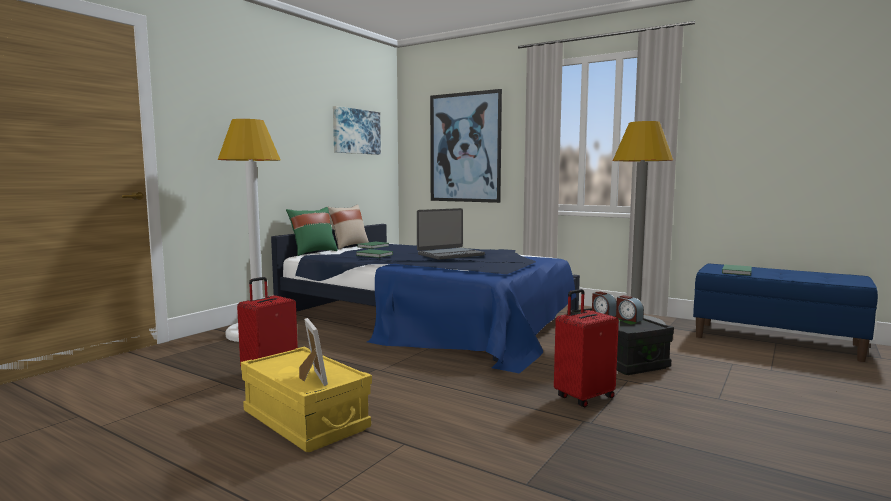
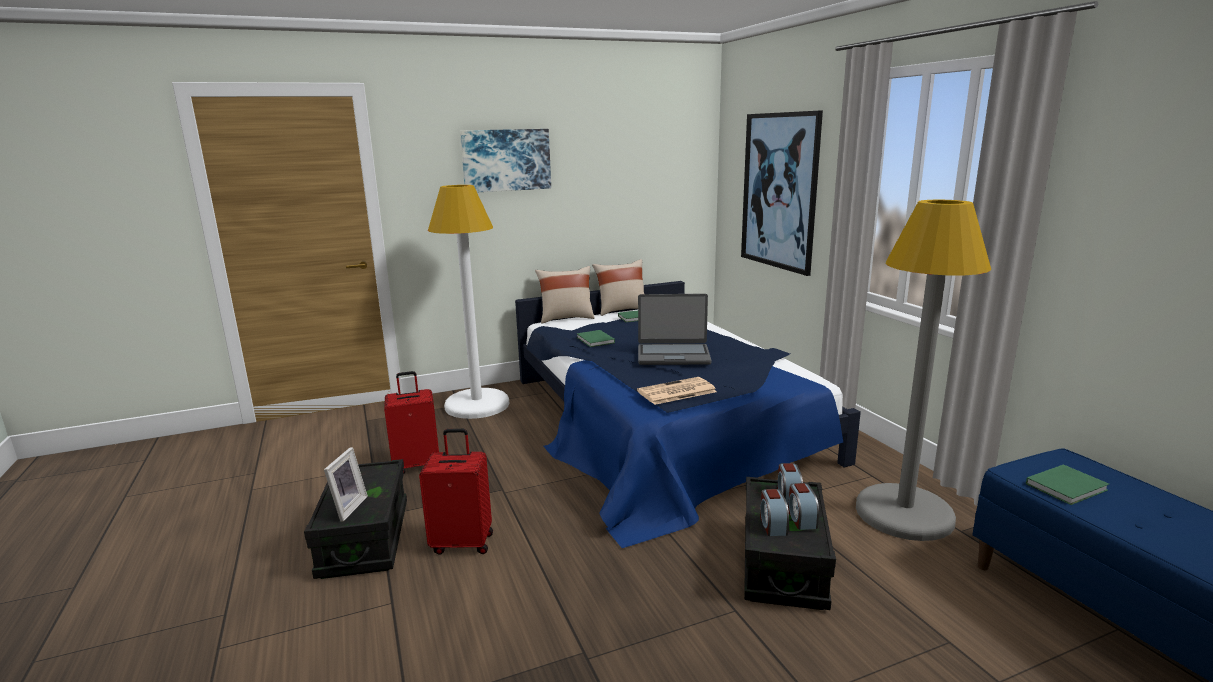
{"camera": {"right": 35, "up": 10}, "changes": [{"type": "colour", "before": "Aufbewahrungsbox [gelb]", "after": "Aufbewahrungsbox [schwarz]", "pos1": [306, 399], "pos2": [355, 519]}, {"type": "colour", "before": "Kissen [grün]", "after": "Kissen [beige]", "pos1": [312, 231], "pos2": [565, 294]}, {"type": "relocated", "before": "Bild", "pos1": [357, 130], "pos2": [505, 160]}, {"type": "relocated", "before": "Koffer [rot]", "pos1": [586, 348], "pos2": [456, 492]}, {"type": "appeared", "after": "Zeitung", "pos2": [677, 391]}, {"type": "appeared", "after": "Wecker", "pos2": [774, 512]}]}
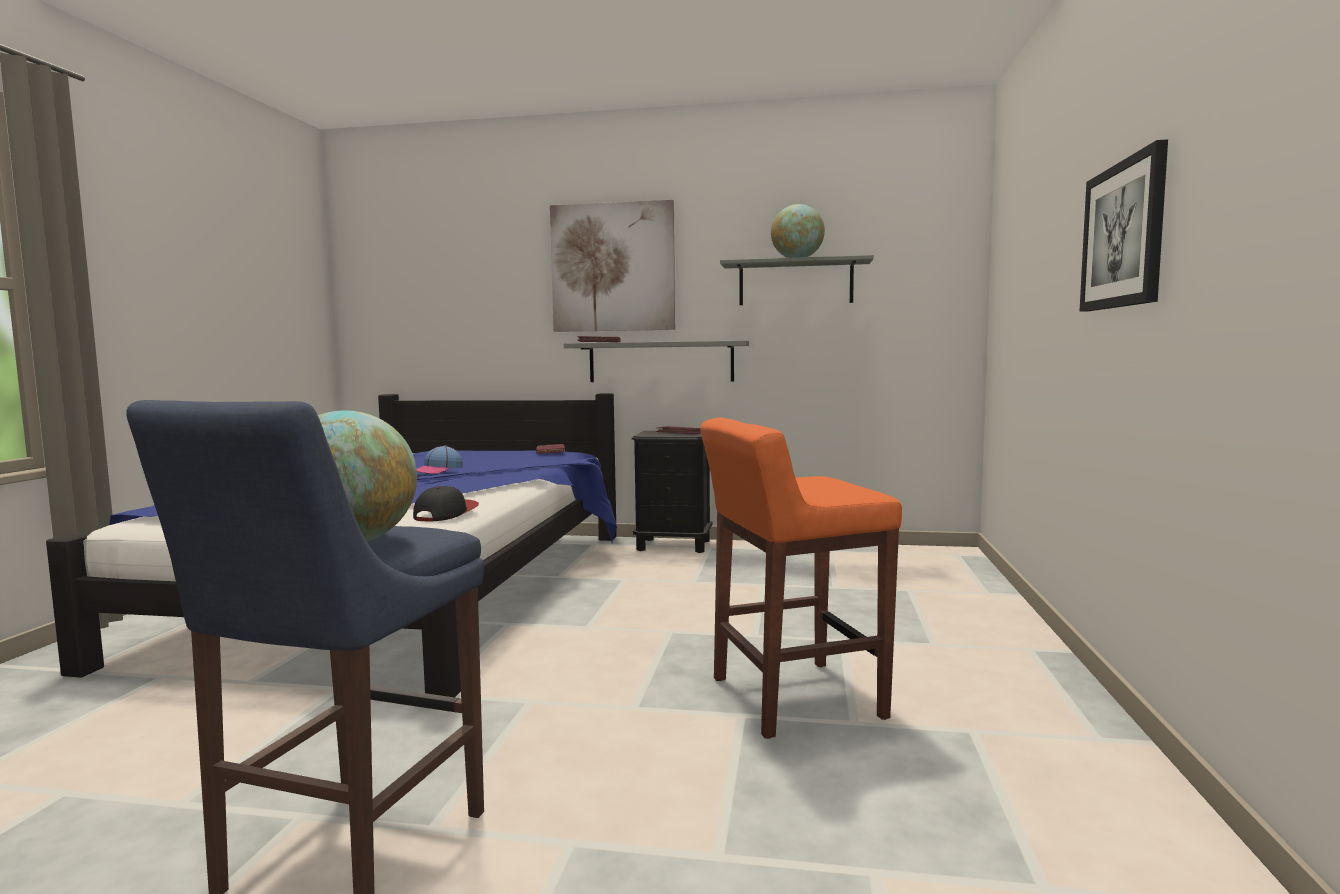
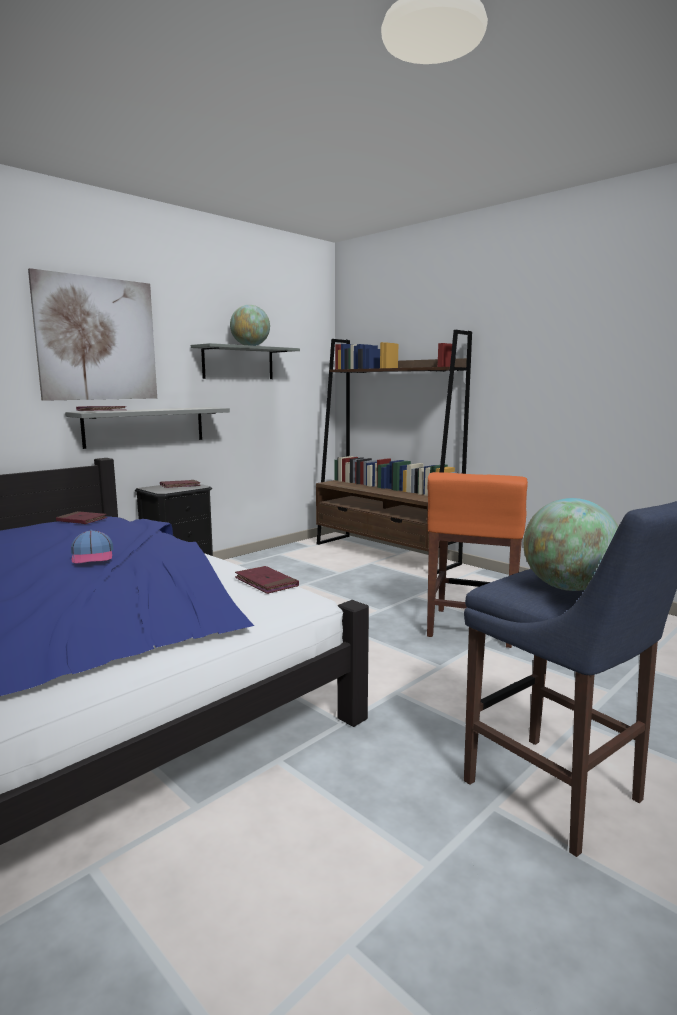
{"camera": {"right": -55, "up": 5}, "changes": [{"type": "exchanged", "before": "Kappe", "after": "Buch [rot]", "pos1": [446, 503], "pos2": [267, 580]}, {"type": "missing", "before": "Bild", "pos1": [1123, 225]}, {"type": "appeared", "after": "Bücherregal [braun]", "pos2": [394, 452]}]}
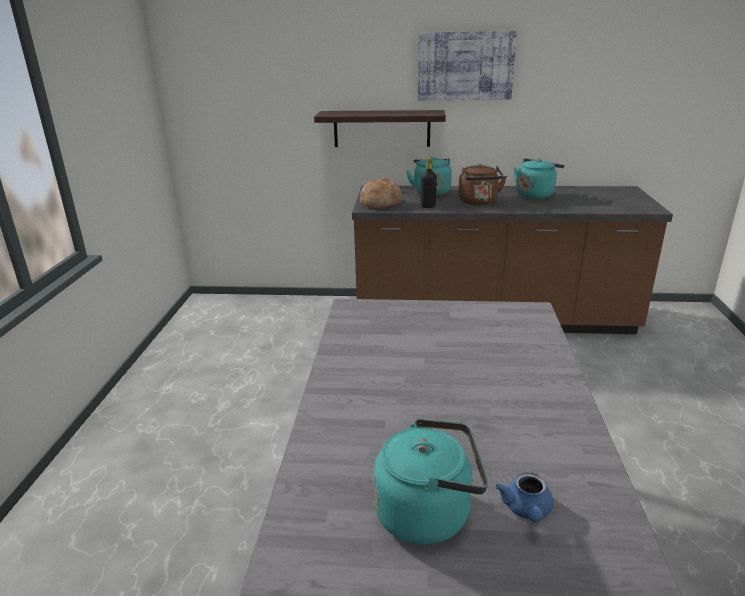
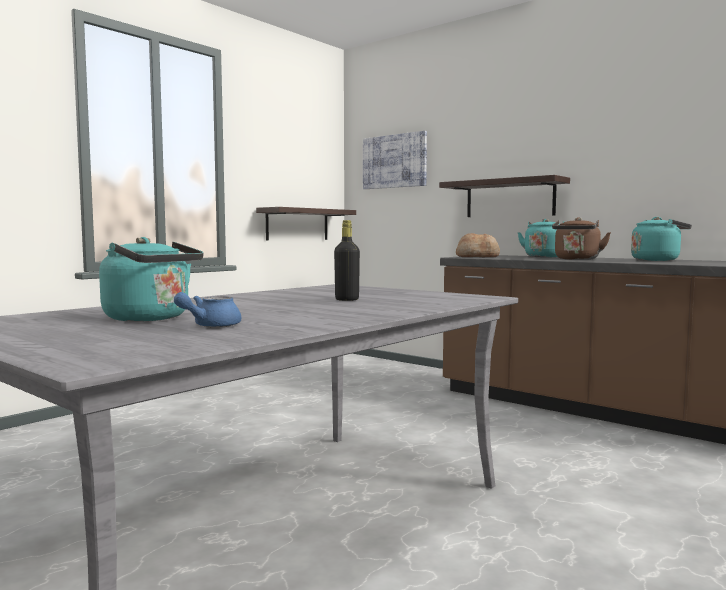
{"camera": {"right": 35, "up": -20}, "changes": [{"type": "relocated", "before": "Bild", "pos1": [467, 65], "pos2": [395, 160]}, {"type": "relocated", "before": "Flasche [schwarz]", "pos1": [429, 183], "pos2": [347, 260]}, {"type": "appeared", "after": "Wandregal", "pos2": [306, 224]}]}
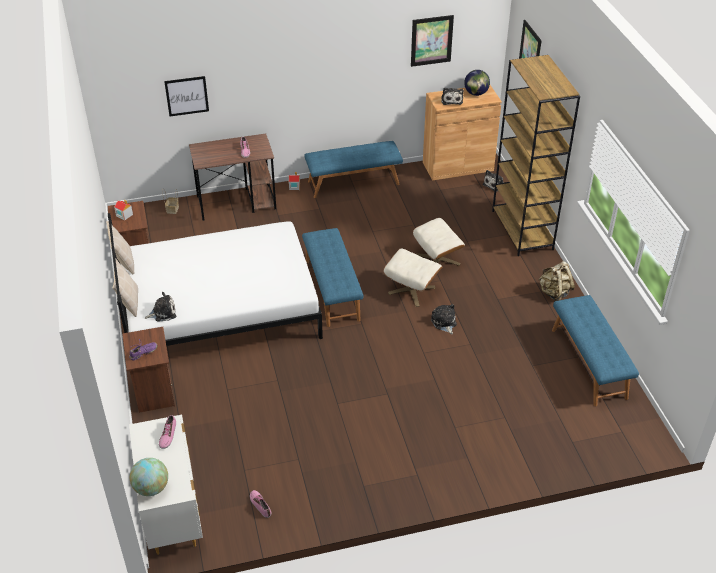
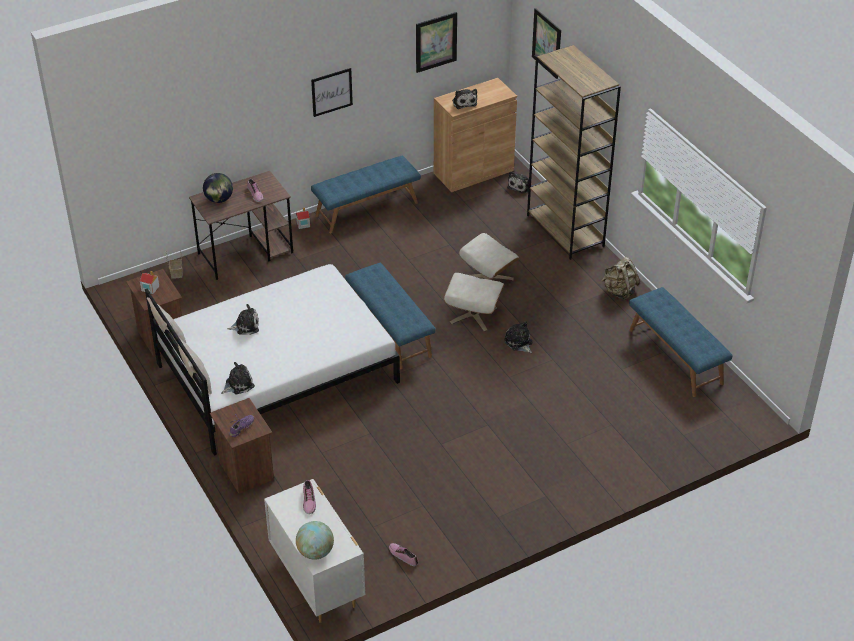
{"camera": {"right": -15, "up": 0}, "changes": [{"type": "relocated", "before": "Bild", "pos1": [186, 96], "pos2": [332, 92]}, {"type": "relocated", "before": "Globus", "pos1": [477, 83], "pos2": [218, 188]}, {"type": "appeared", "after": "Plüschtier", "pos2": [243, 319]}]}
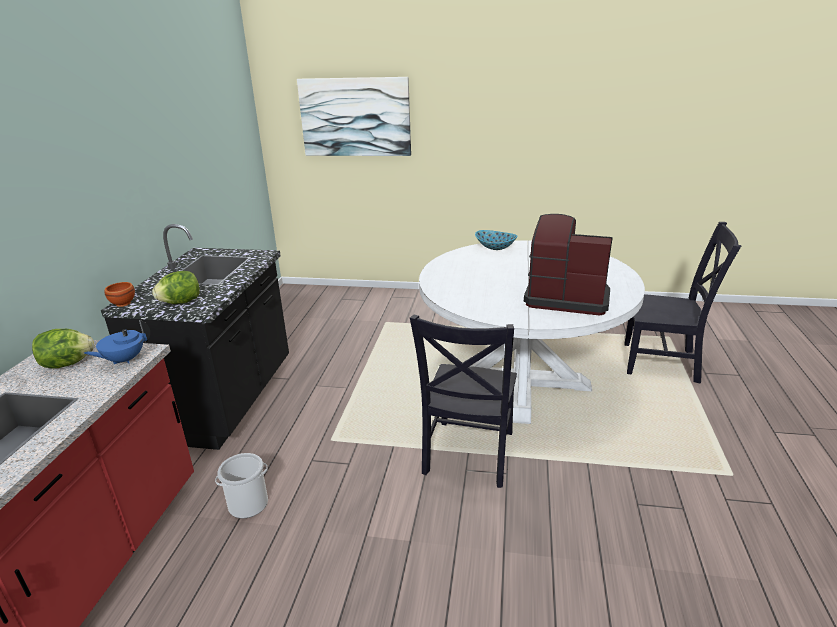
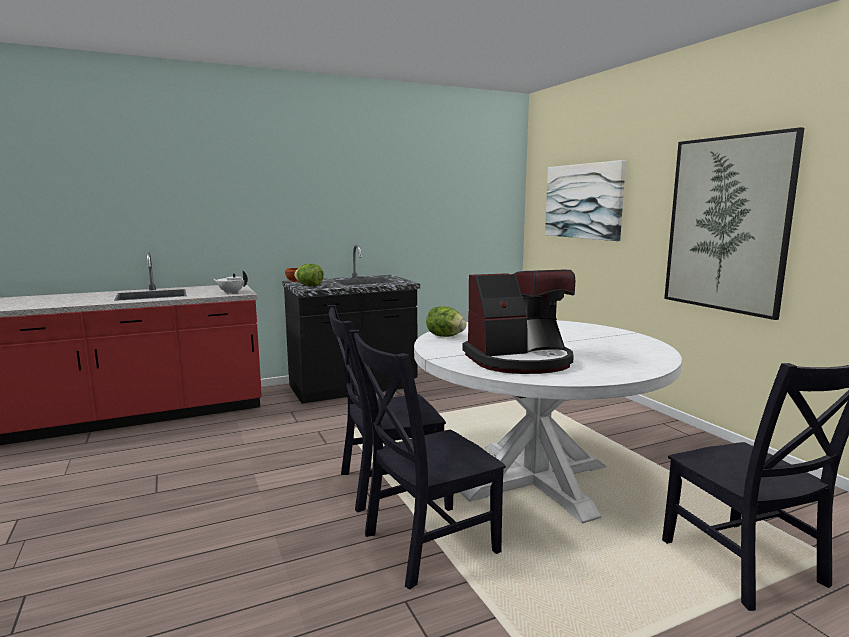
{"camera": {"right": 55, "up": -15}, "changes": [{"type": "relocated", "before": "Salatkopf", "pos1": [63, 348], "pos2": [446, 321]}, {"type": "colour", "before": "Teekanne [blau]", "after": "Teekanne [weiß]", "pos1": [117, 342], "pos2": [230, 282]}, {"type": "missing", "before": "Eimer", "pos1": [241, 485]}, {"type": "missing", "before": "Schüssel", "pos1": [496, 240]}, {"type": "spun", "before": "Kaffeemaschine", "pos1": [568, 265], "pos2": [518, 322], "turn": 90}, {"type": "appeared", "after": "Stuhl [schwarz]", "pos2": [427, 460]}, {"type": "appeared", "after": "Bild", "pos2": [734, 223]}]}
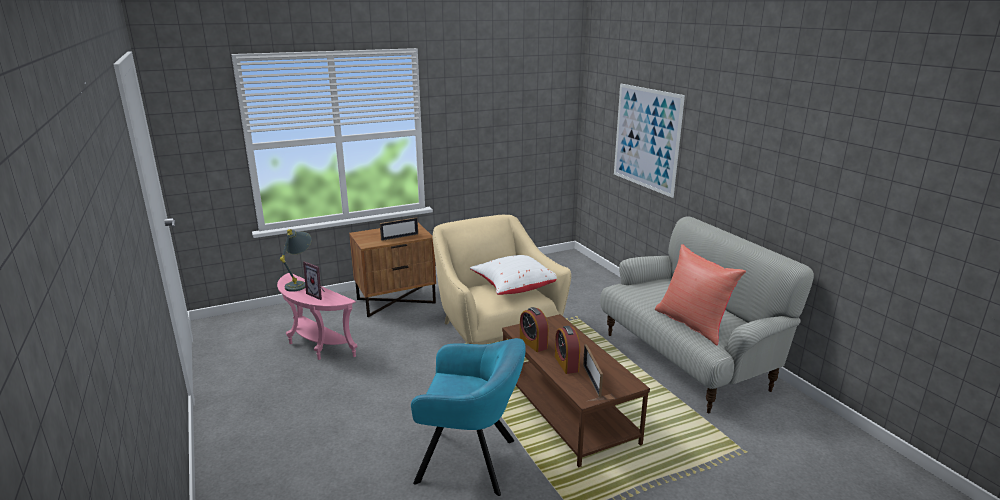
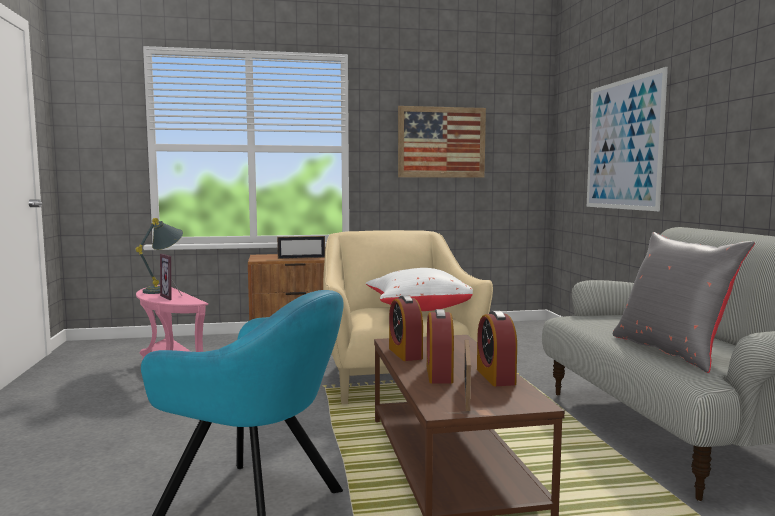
{"camera": {"right": 15, "up": -15}, "changes": [{"type": "colour", "before": "Kissen [rot]", "after": "Kissen [grau]", "pos1": [700, 294], "pos2": [684, 302]}, {"type": "appeared", "after": "Bild", "pos2": [442, 142]}, {"type": "appeared", "after": "Wecker", "pos2": [497, 348]}]}
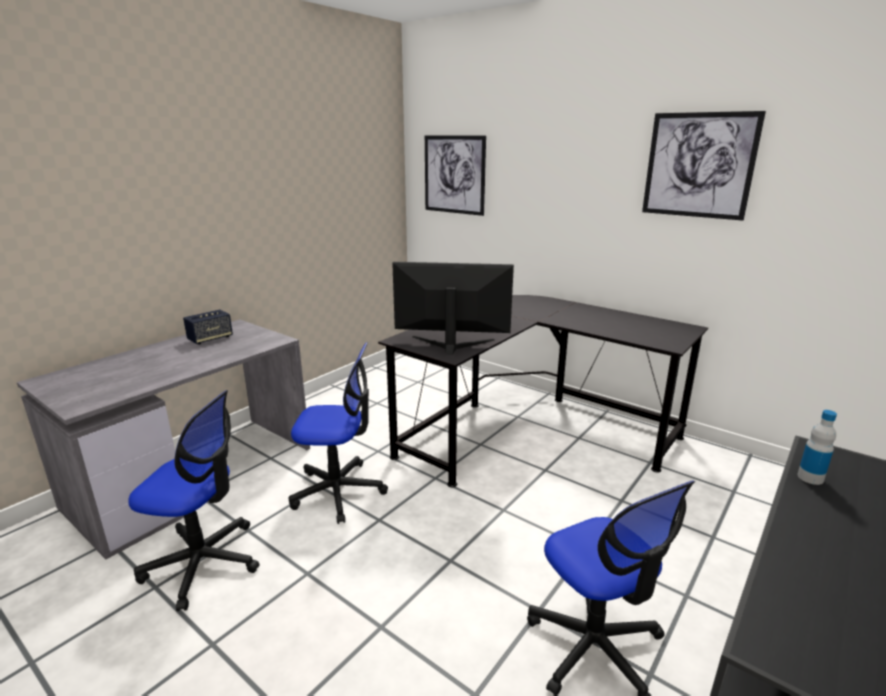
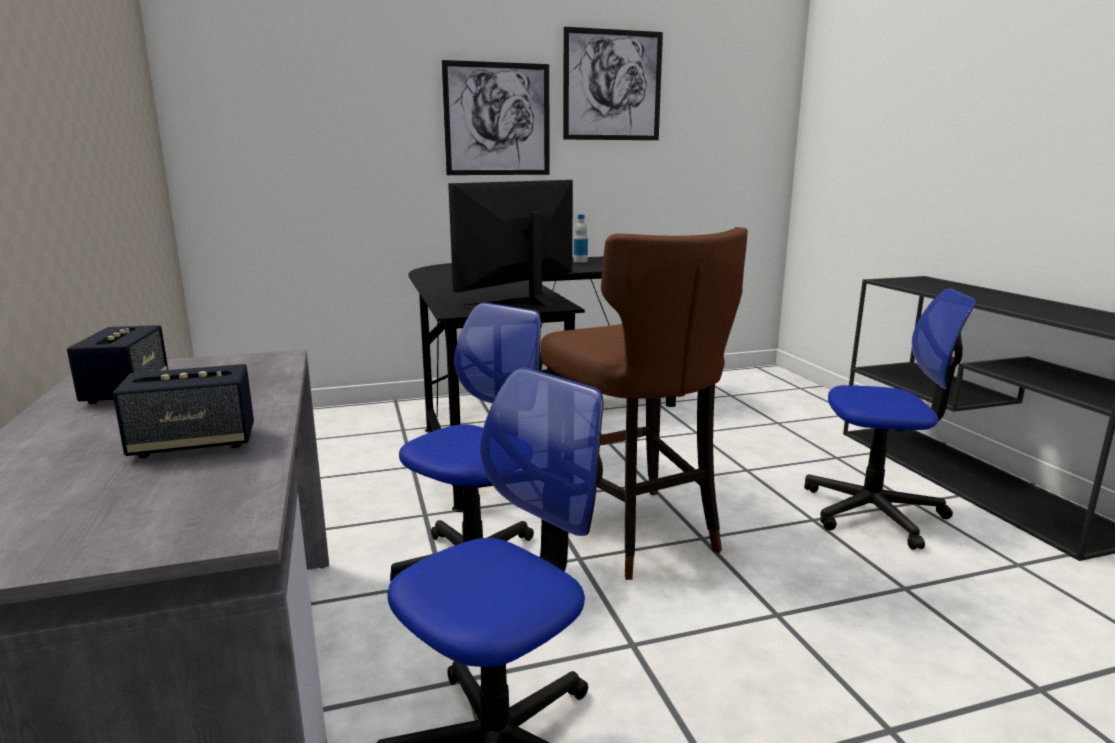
{"camera": {"right": -55, "up": -5}, "changes": [{"type": "relocated", "before": "Bild", "pos1": [455, 175], "pos2": [496, 117]}, {"type": "relocated", "before": "Flasche", "pos1": [817, 447], "pos2": [581, 238]}, {"type": "appeared", "after": "Lautsprecher", "pos2": [183, 411]}, {"type": "appeared", "after": "Hocker [braun]", "pos2": [644, 403]}]}
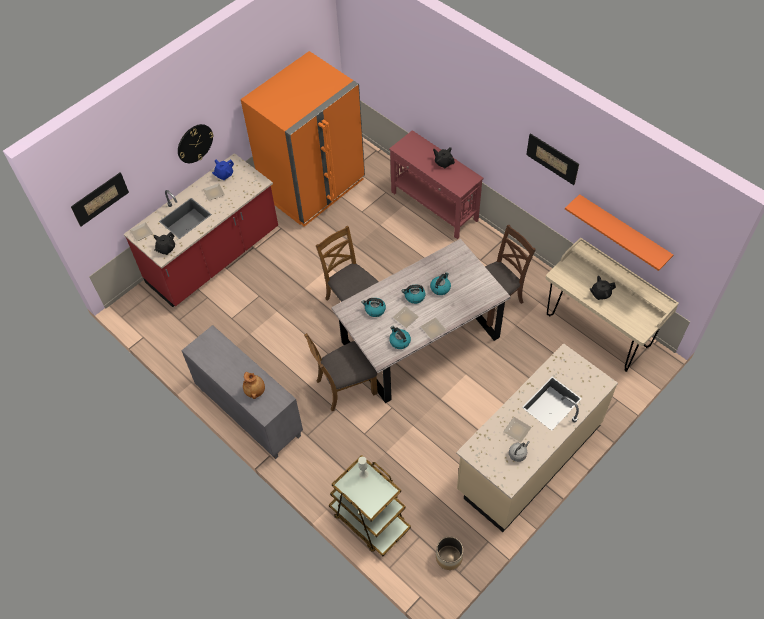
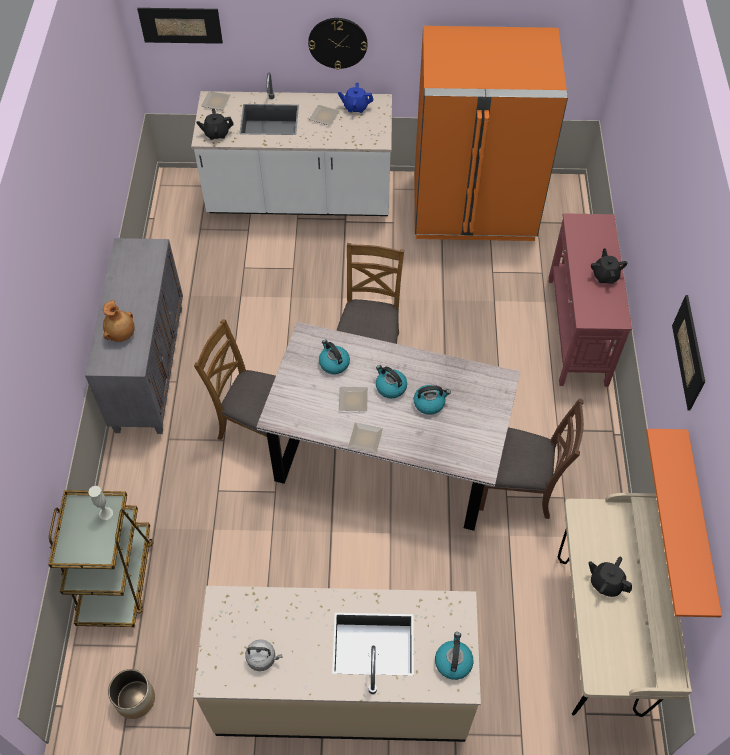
{"camera": {"right": 45, "up": 0}, "changes": [{"type": "colour", "before": "Küchenzeile [rot]", "after": "Küchenzeile [weiß]", "pos1": [201, 230], "pos2": [291, 144]}, {"type": "relocated", "before": "Wasserkessel", "pos1": [400, 337], "pos2": [454, 656]}, {"type": "missing", "before": "Teller", "pos1": [517, 430]}]}
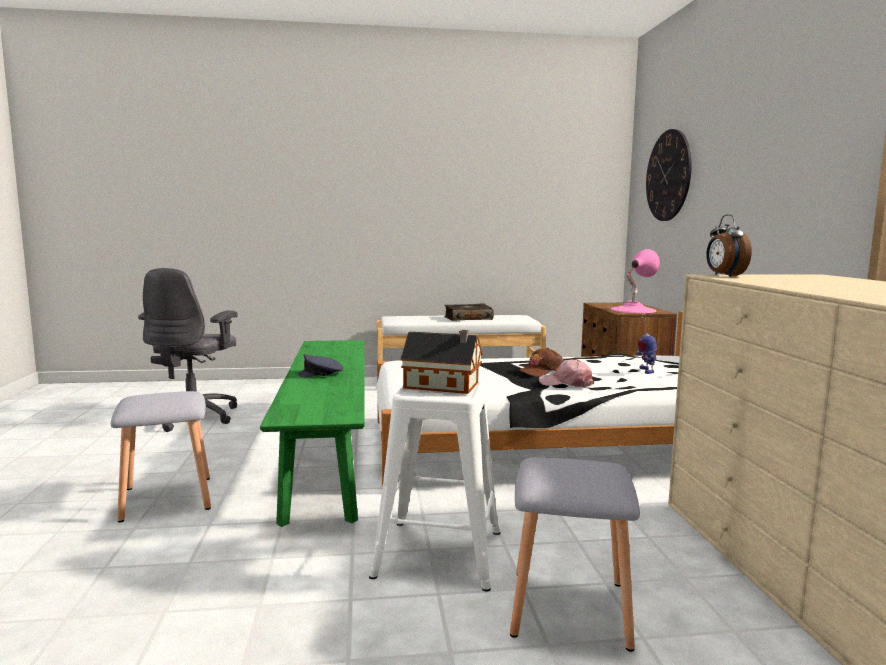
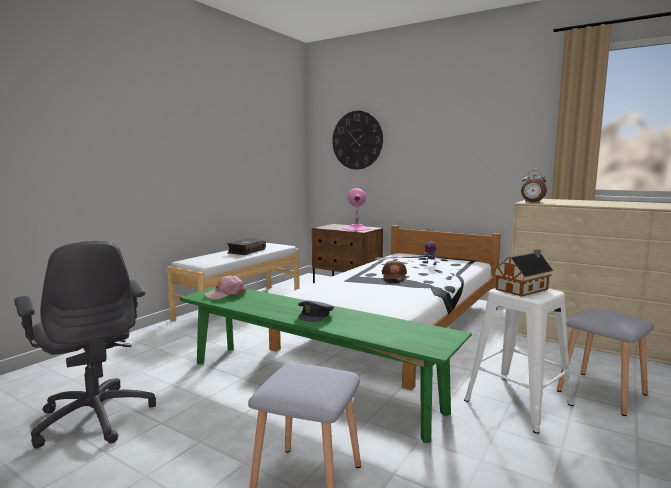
{"camera": {"right": -50, "up": 0}, "changes": [{"type": "relocated", "before": "Kappe [rosa]", "pos1": [566, 374], "pos2": [225, 287]}]}
